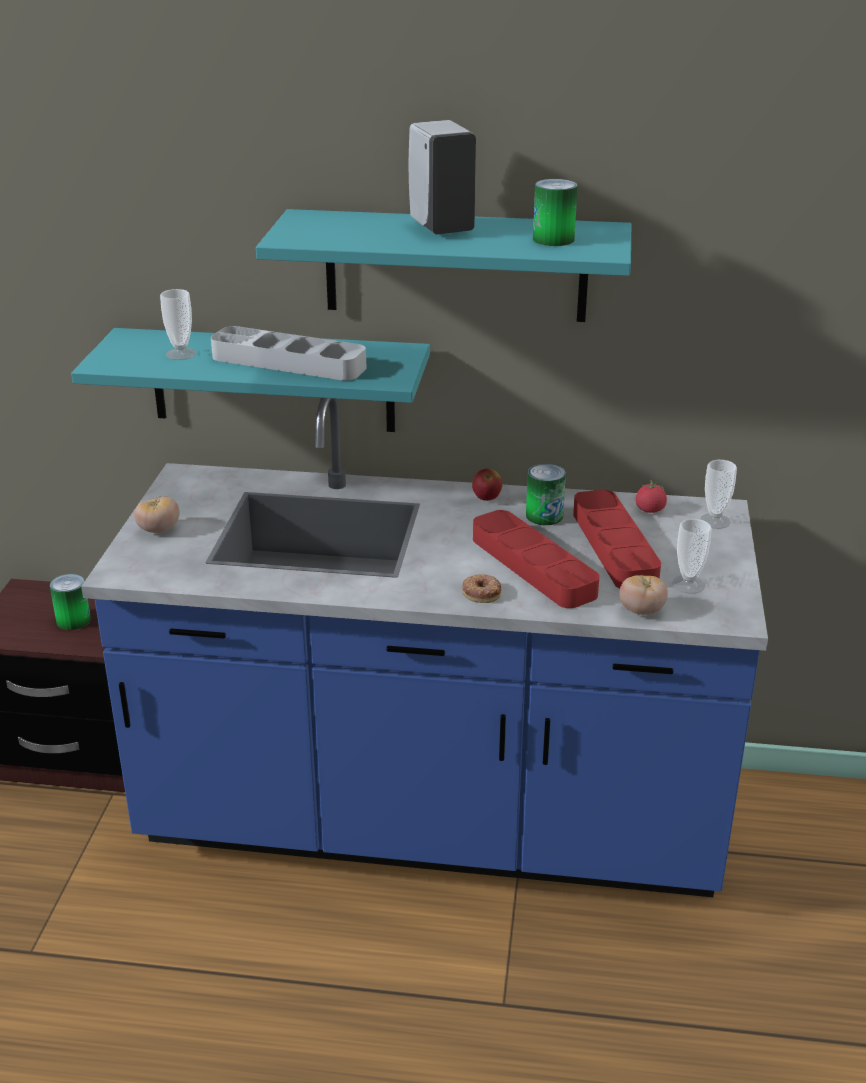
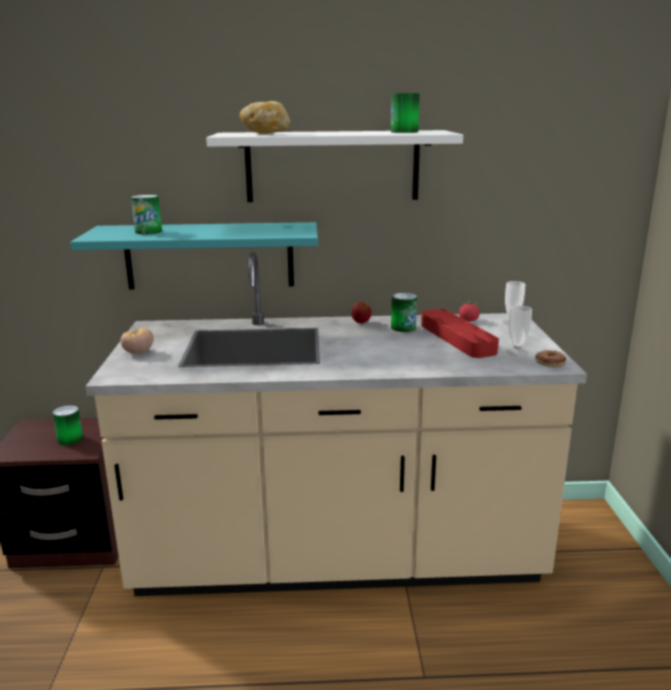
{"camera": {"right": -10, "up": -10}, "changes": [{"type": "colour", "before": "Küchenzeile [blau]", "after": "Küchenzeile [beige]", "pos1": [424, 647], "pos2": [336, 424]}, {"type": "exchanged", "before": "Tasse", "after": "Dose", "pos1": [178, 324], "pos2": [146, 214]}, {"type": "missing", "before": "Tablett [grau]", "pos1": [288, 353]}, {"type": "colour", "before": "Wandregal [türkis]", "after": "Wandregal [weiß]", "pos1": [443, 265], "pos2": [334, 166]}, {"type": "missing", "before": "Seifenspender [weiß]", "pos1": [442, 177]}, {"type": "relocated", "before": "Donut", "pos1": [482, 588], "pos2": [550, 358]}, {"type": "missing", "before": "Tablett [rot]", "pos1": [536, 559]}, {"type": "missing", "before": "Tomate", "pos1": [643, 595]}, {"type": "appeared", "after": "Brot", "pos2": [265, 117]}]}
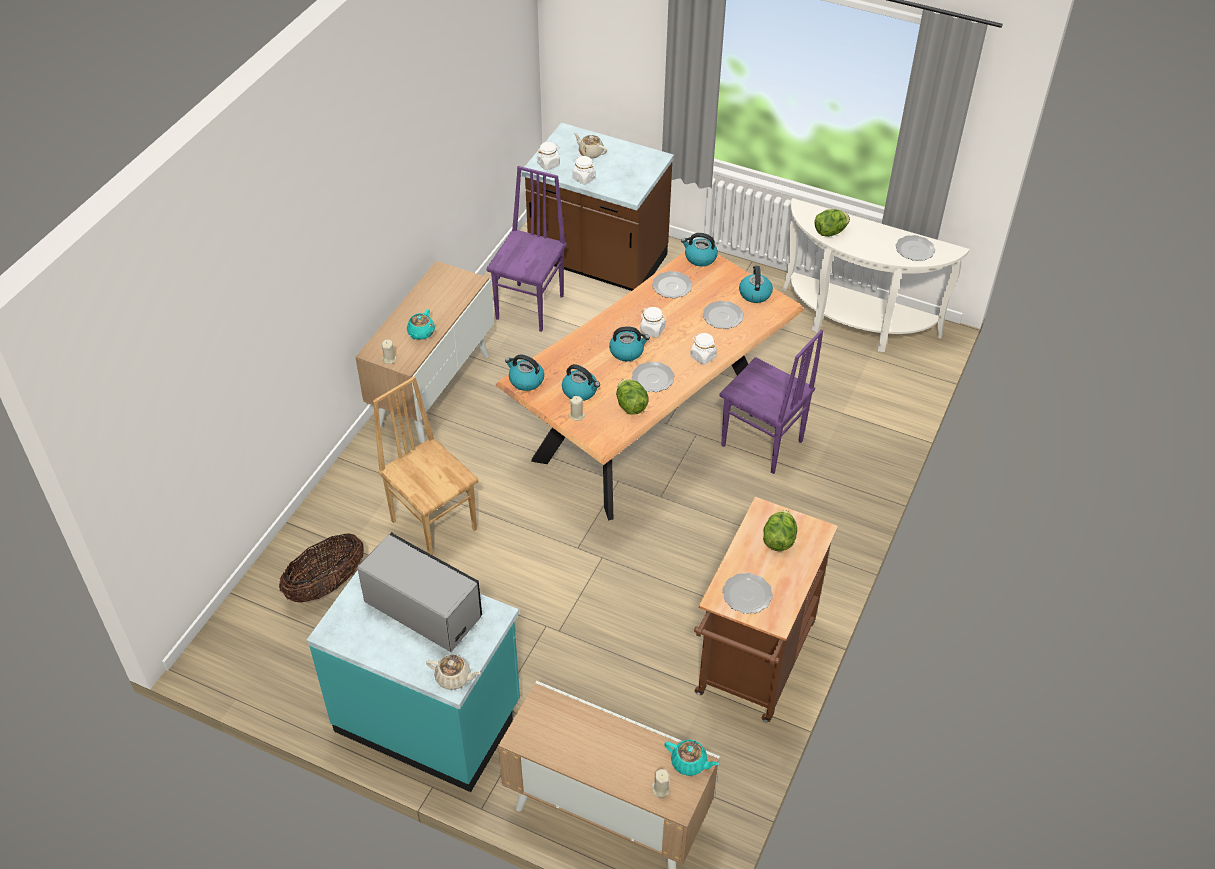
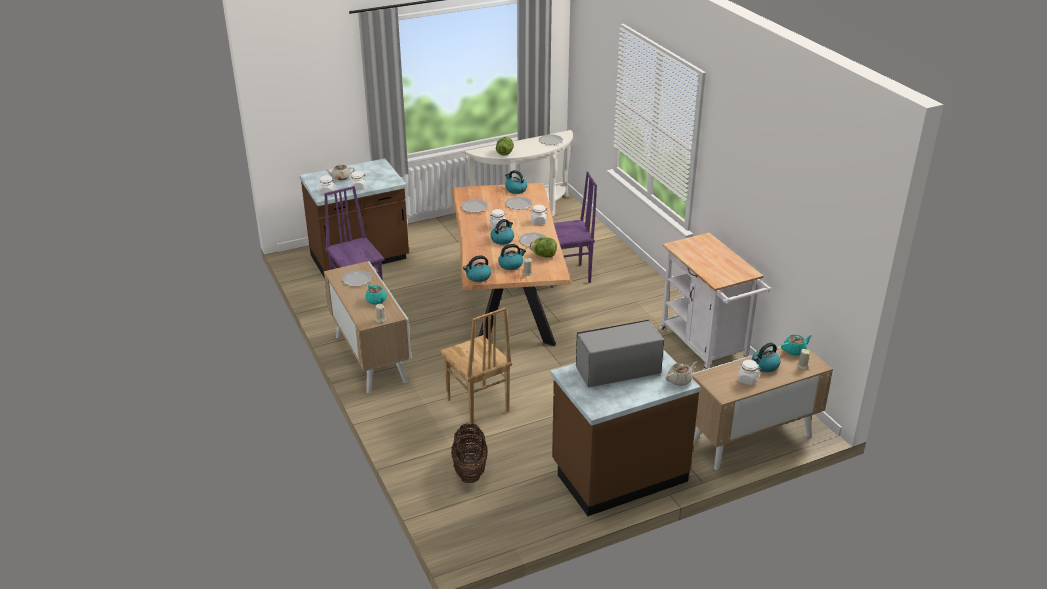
{"camera": {"right": -50, "up": -15}, "changes": [{"type": "colour", "before": "Küchenzeile [türkis]", "after": "Küchenzeile [braun]", "pos1": [413, 671], "pos2": [625, 432]}, {"type": "spun", "before": "Stuhl [braun]", "pos1": [426, 465], "pos2": [476, 366], "turn": -120}, {"type": "relocated", "before": "Wasserkessel", "pos1": [699, 250], "pos2": [766, 357]}, {"type": "colour", "before": "Rollwagen [braun]", "after": "Rollwagen [weiß]", "pos1": [766, 609], "pos2": [715, 301]}, {"type": "relocated", "before": "Teller", "pos1": [747, 593], "pos2": [357, 278]}, {"type": "missing", "before": "Salatkopf", "pos1": [780, 530]}, {"type": "appeared", "after": "Vorratsglas [weiß]", "pos2": [748, 372]}]}
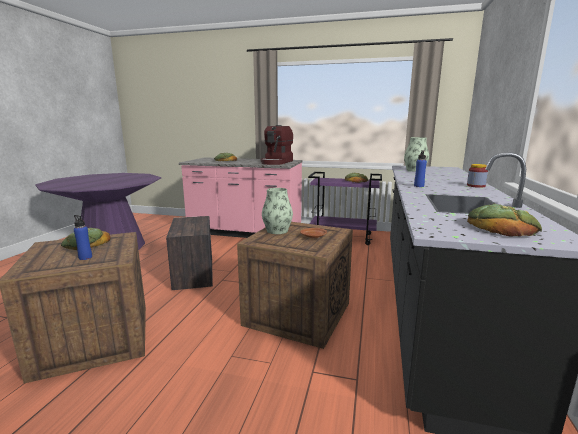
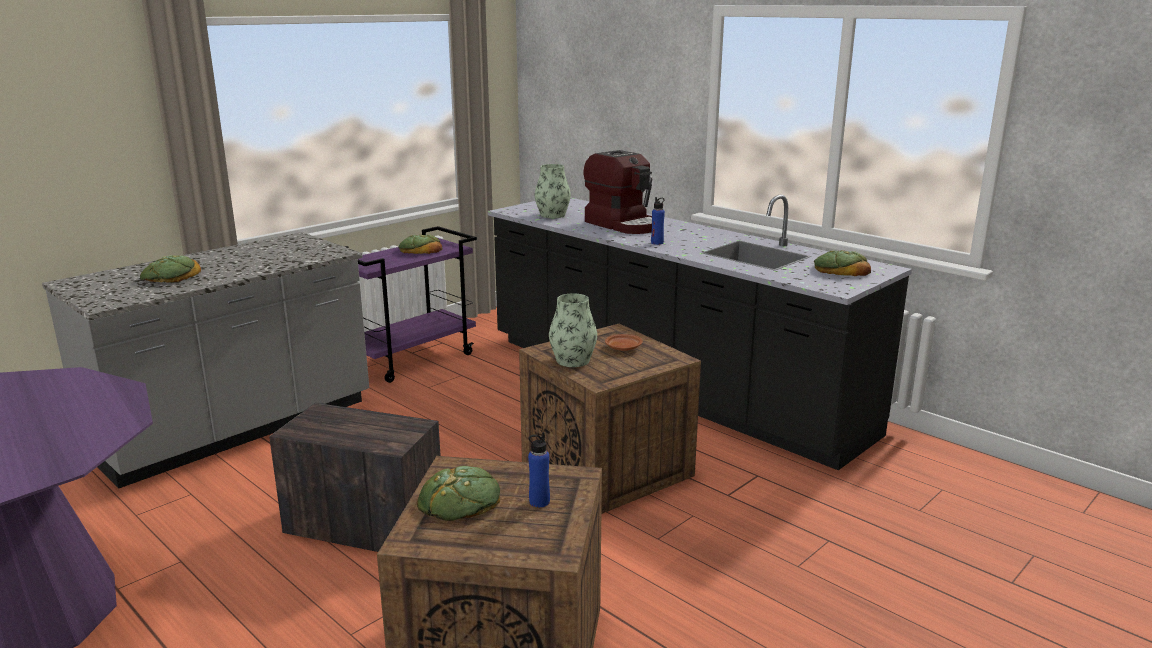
{"camera": {"right": -60, "up": 5}, "changes": [{"type": "colour", "before": "Küchenzeile [rosa]", "after": "Küchenzeile [grau]", "pos1": [241, 197], "pos2": [205, 360]}, {"type": "relocated", "before": "Kaffeemaschine", "pos1": [276, 145], "pos2": [617, 192]}, {"type": "missing", "before": "Vorratsglas", "pos1": [477, 176]}]}
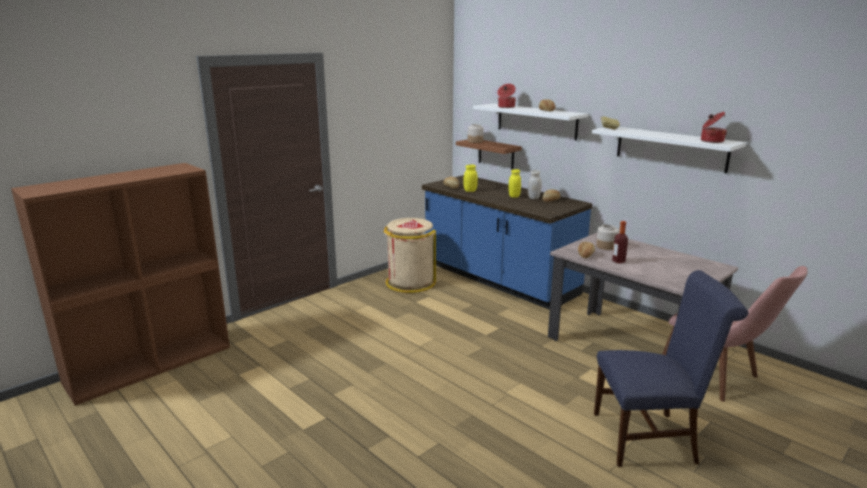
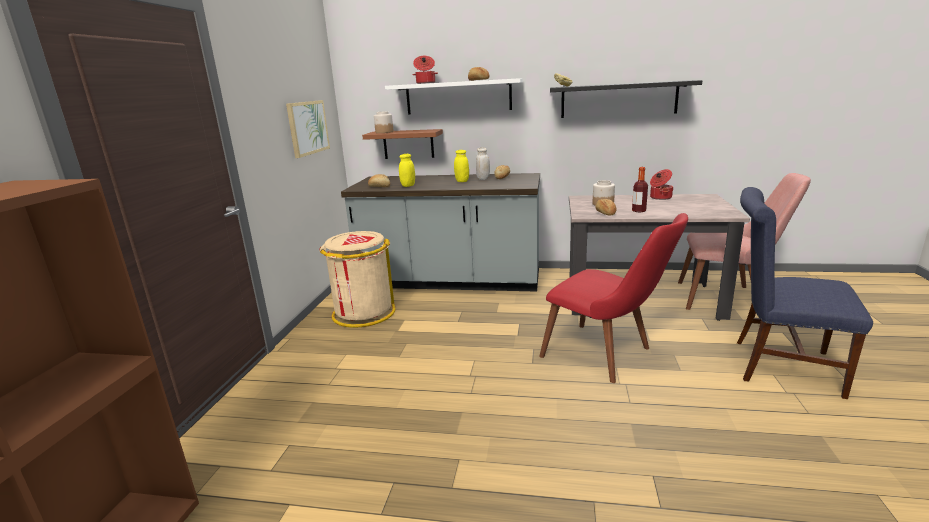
{"camera": {"right": -35, "up": 0}, "changes": [{"type": "colour", "before": "Küchenzeile [blau]", "after": "Küchenzeile [grau]", "pos1": [507, 242], "pos2": [440, 232]}, {"type": "colour", "before": "Wandregal [weiß]", "after": "Wandregal [schwarz]", "pos1": [669, 150], "pos2": [626, 99]}, {"type": "spun", "before": "Stuhl [blau]", "pos1": [671, 368], "pos2": [805, 293], "turn": -120}, {"type": "relocated", "before": "Kochtopf", "pos1": [714, 127], "pos2": [661, 184]}, {"type": "appeared", "after": "Bild", "pos2": [308, 129]}, {"type": "appeared", "after": "Stuhl [rot]", "pos2": [613, 298]}]}
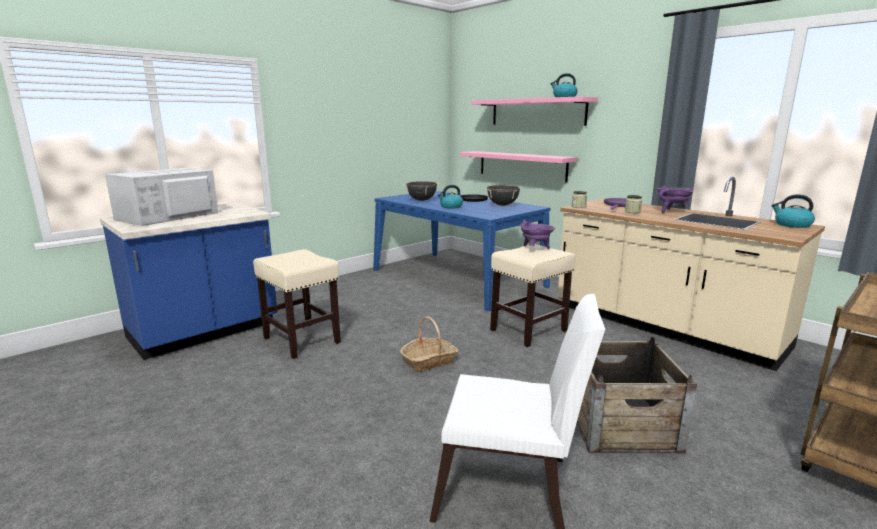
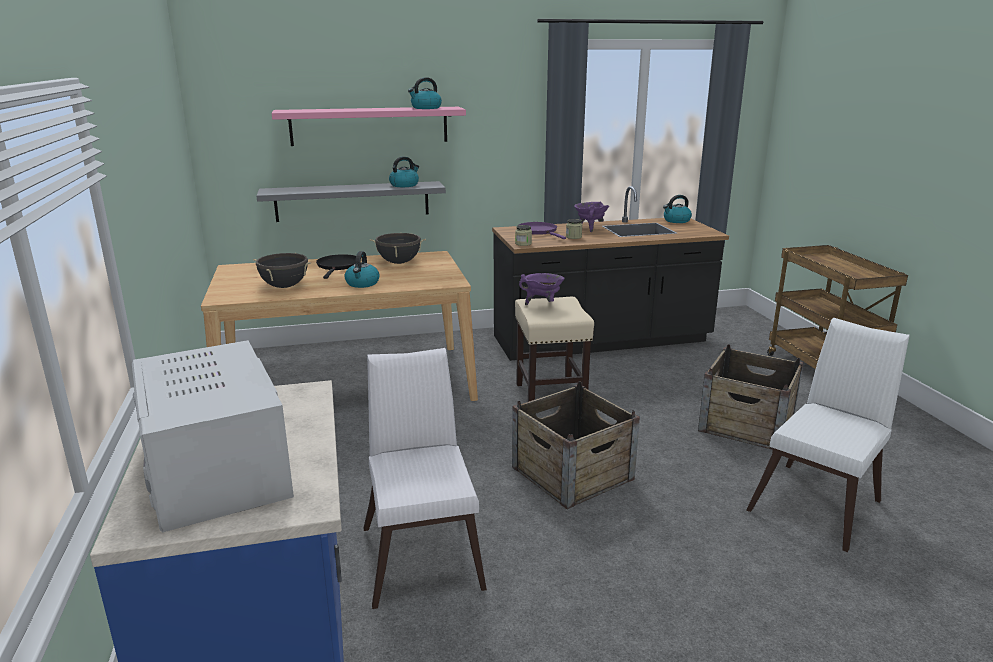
{"camera": {"right": -60, "up": 5}, "changes": [{"type": "exchanged", "before": "Hocker [beige]", "after": "Stuhl [weiß]", "pos1": [297, 304], "pos2": [425, 478]}, {"type": "colour", "before": "Esstisch [blau]", "after": "Esstisch [beige]", "pos1": [461, 251], "pos2": [339, 326]}, {"type": "exchanged", "before": "Korb", "after": "Kiste", "pos1": [429, 344], "pos2": [576, 445]}, {"type": "colour", "before": "Wandregal [rosa]", "after": "Wandregal [grau]", "pos1": [519, 166], "pos2": [351, 201]}, {"type": "colour", "before": "Küchenzeile [beige]", "after": "Küchenzeile [schwarz]", "pos1": [691, 273], "pos2": [610, 273]}, {"type": "appeared", "after": "Wasserkessel", "pos2": [404, 172]}]}
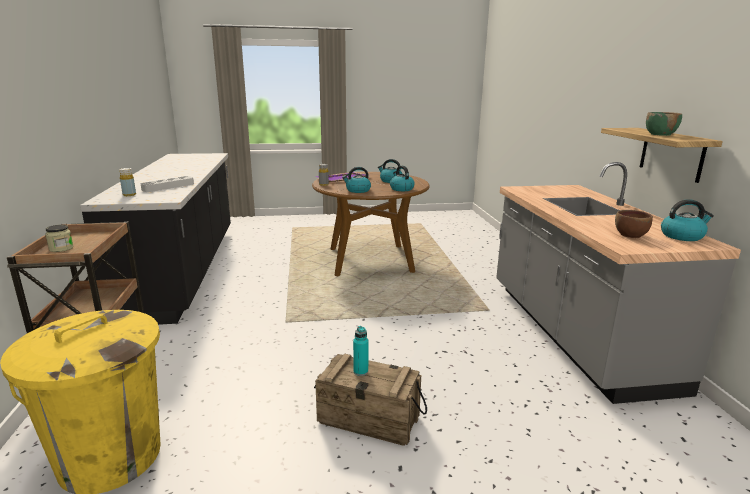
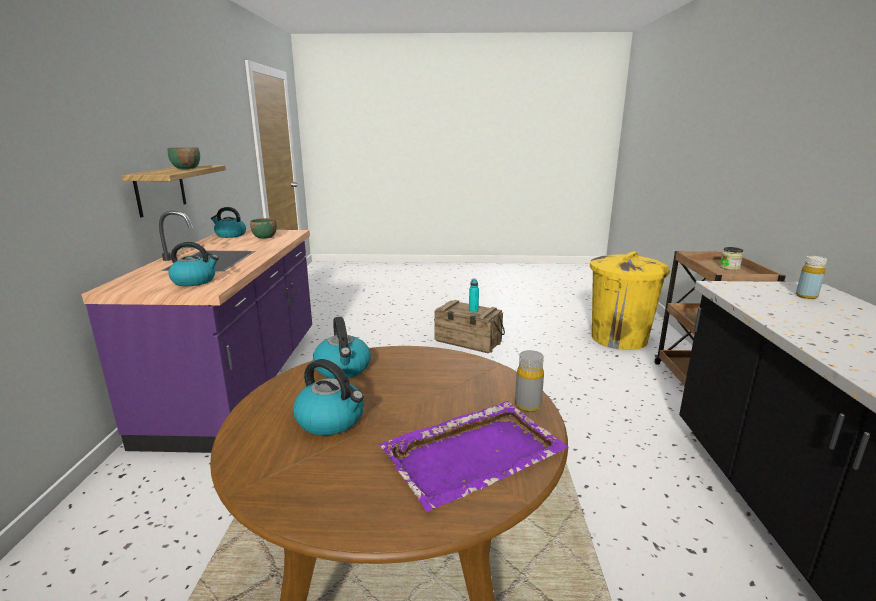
{"camera": {"right": -170, "up": 0}, "changes": [{"type": "missing", "before": "Tablett [grau]", "pos1": [167, 184]}, {"type": "relocated", "before": "Wasserkessel", "pos1": [356, 180], "pos2": [194, 264]}, {"type": "colour", "before": "Küchenzeile [grau]", "after": "Küchenzeile [lila]", "pos1": [618, 283], "pos2": [197, 332]}, {"type": "colour", "before": "Schüssel [braun]", "after": "Schüssel [grün]", "pos1": [634, 224], "pos2": [263, 228]}]}
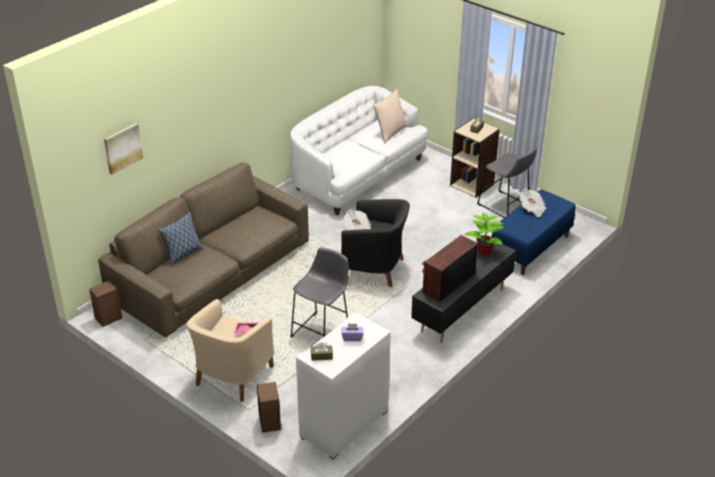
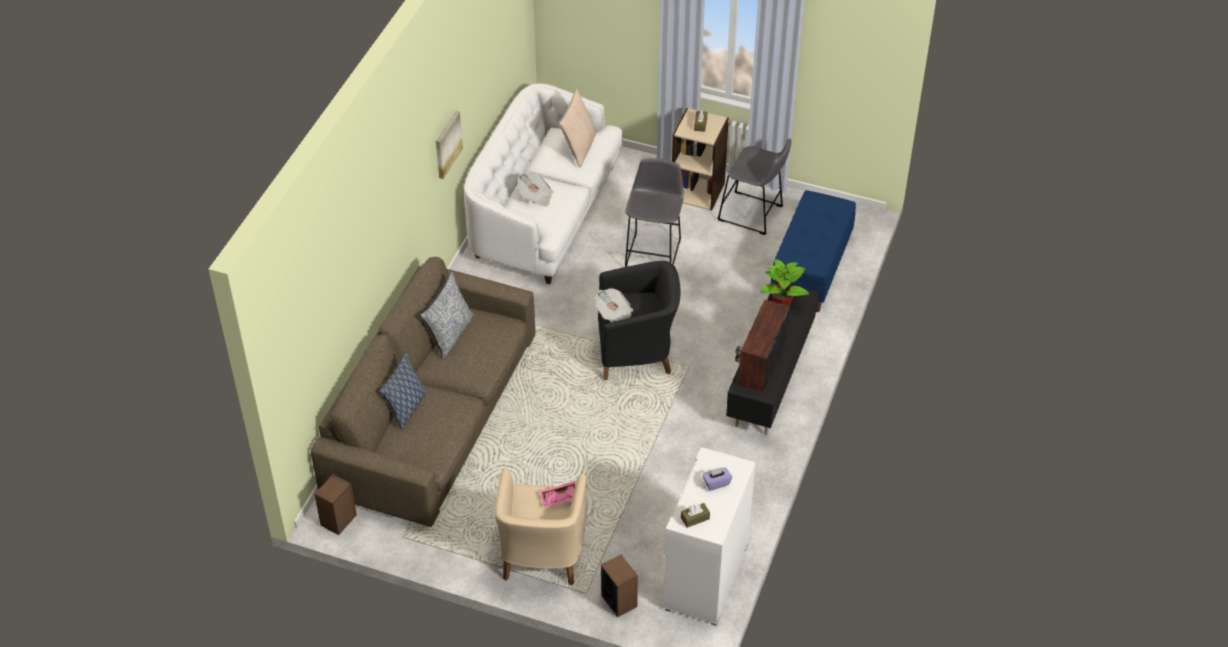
{"camera": {"right": -20, "up": 10}, "changes": [{"type": "relocated", "before": "Bild", "pos1": [123, 149], "pos2": [449, 145]}, {"type": "relocated", "before": "Hocker [grau]", "pos1": [319, 292], "pos2": [654, 212]}, {"type": "relocated", "before": "Zeitung", "pos1": [533, 203], "pos2": [535, 189]}, {"type": "appeared", "after": "Kissen", "pos2": [447, 315]}]}
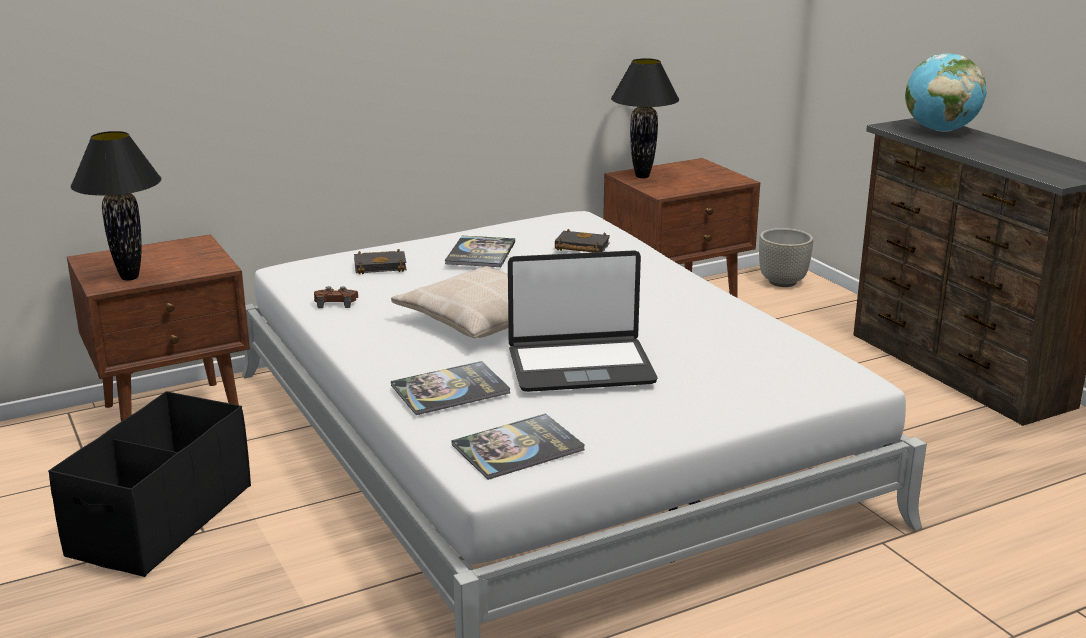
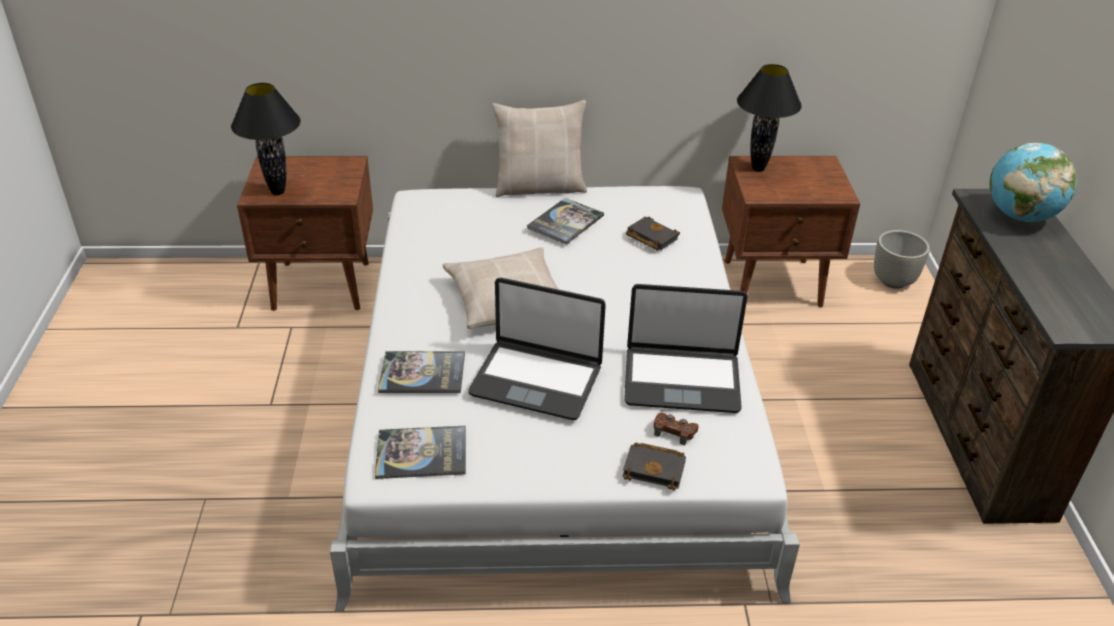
{"camera": {"right": 25, "up": 15}, "changes": [{"type": "missing", "before": "Aufbewahrungsbox [schwarz]", "pos1": [149, 484]}, {"type": "relocated", "before": "Gamepad [braun]", "pos1": [336, 297], "pos2": [676, 429]}, {"type": "relocated", "before": "Buch [schwarz]", "pos1": [380, 261], "pos2": [654, 466]}, {"type": "appeared", "after": "Kissen [beige]", "pos2": [539, 148]}, {"type": "appeared", "after": "Laptop", "pos2": [686, 348]}]}
